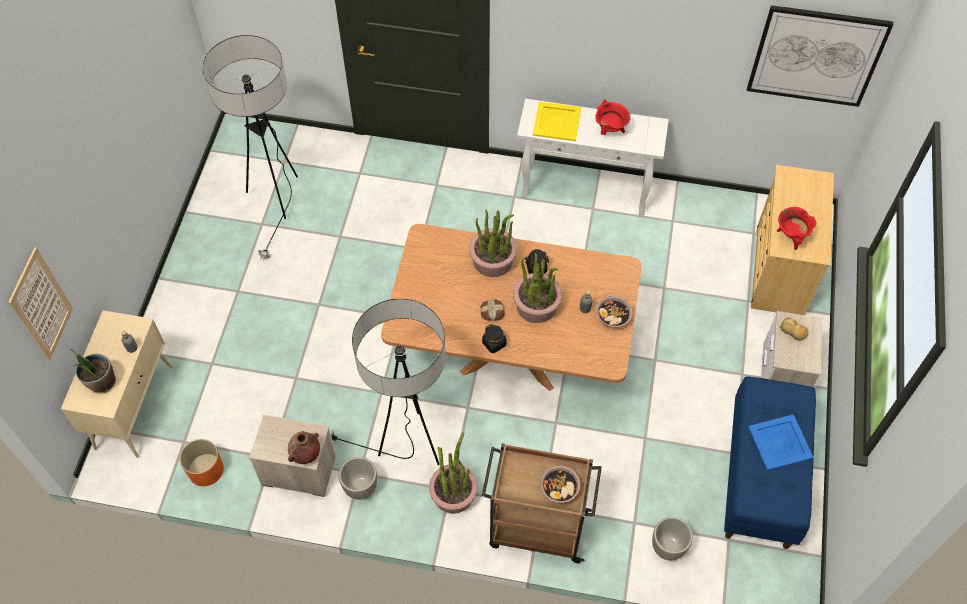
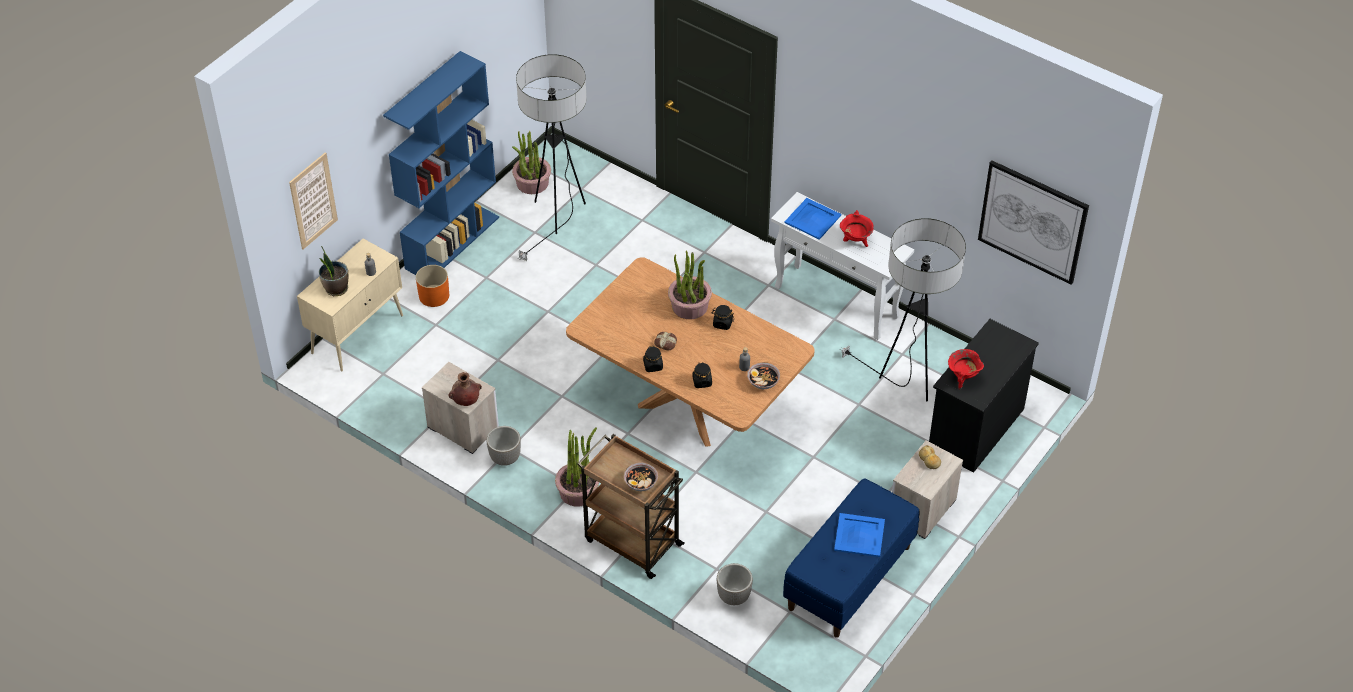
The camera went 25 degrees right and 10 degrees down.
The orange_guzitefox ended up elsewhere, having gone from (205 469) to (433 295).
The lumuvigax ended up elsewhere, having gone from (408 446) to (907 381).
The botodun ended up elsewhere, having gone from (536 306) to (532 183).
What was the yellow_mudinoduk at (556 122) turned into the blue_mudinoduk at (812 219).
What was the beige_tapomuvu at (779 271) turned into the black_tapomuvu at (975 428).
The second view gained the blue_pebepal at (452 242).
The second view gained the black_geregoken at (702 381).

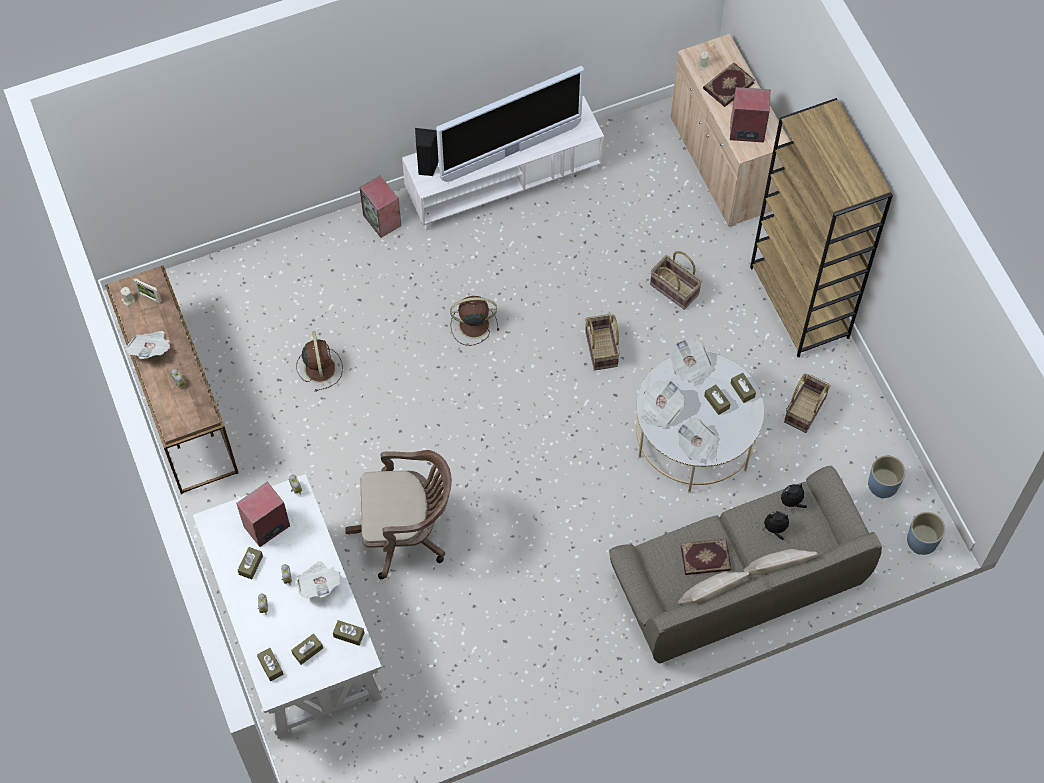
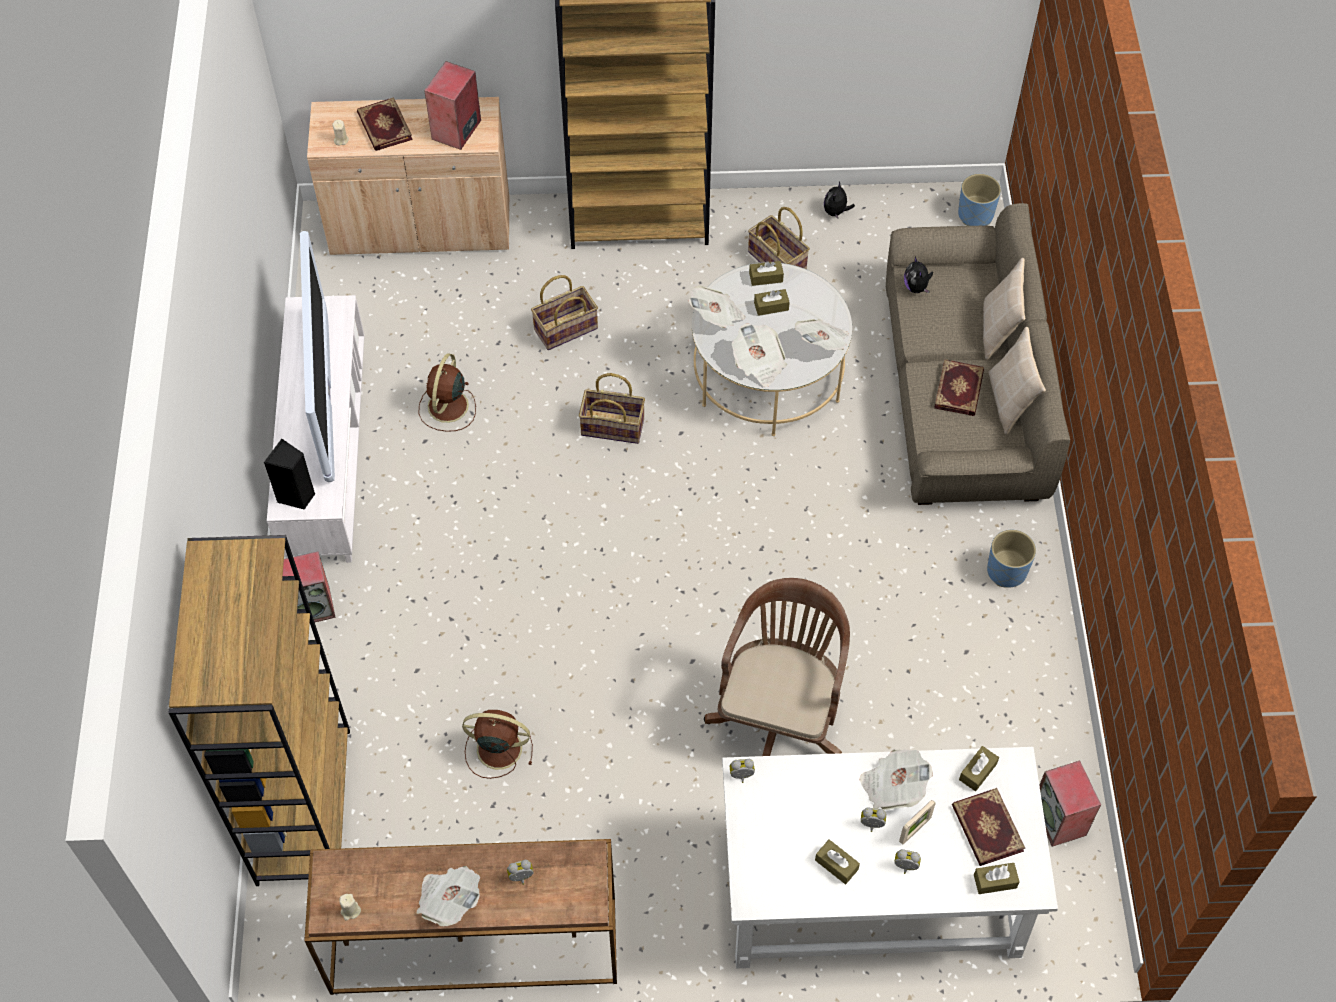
The camera went 70 degrees left and 5 degrees down.
The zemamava ended up elsewhere, having gone from (149 297) to (914 830).
The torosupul ended up elsewhere, having gone from (266 527) to (1060 819).
Where the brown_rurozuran stood at (307 651), the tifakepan came to stand at (986 828).
The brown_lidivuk ended up elsewhere, having gone from (472 325) to (447 407).
The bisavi ended up elsewhere, having gone from (775 529) to (836 212).
The blue_guzitefox ended up elsewhere, having gone from (882 485) to (1007 571).
The second view gained the brown_pebepal at (303 805).

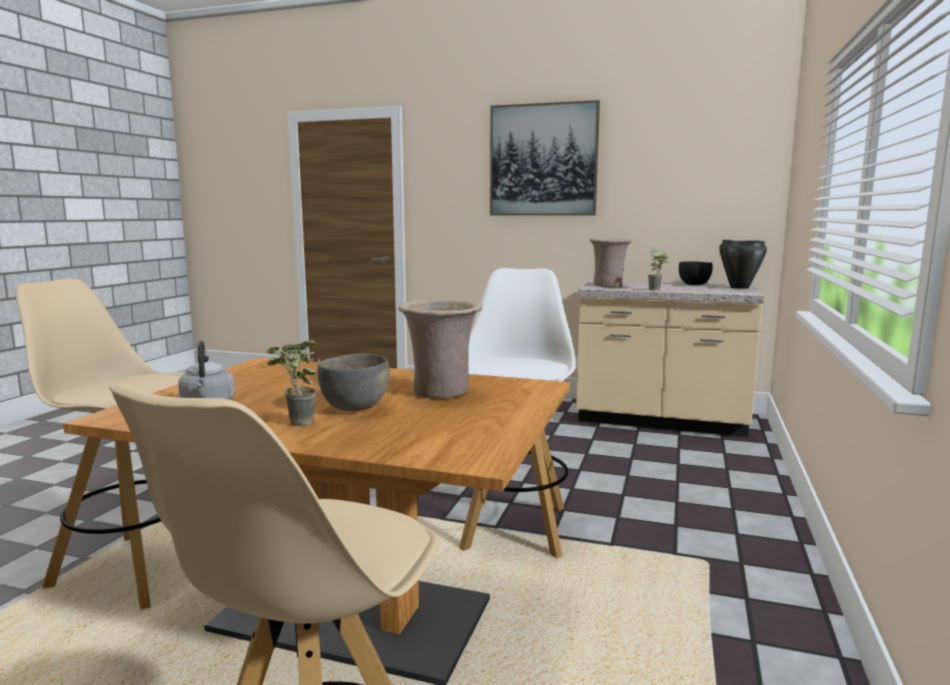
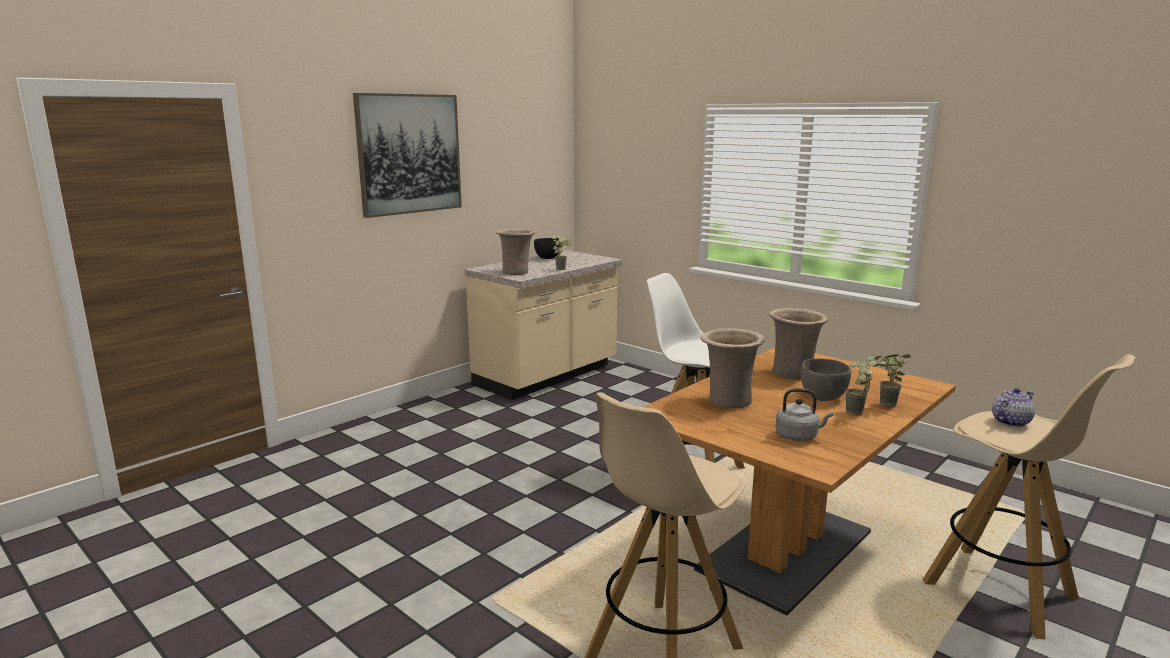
The camera went 65 degrees left and 5 degrees up.
The second view lost the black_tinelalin at (739 287).
The second view gained the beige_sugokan at (728 401).
The second view gained the botodun at (884 406).
The second view gained the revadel at (1010 422).

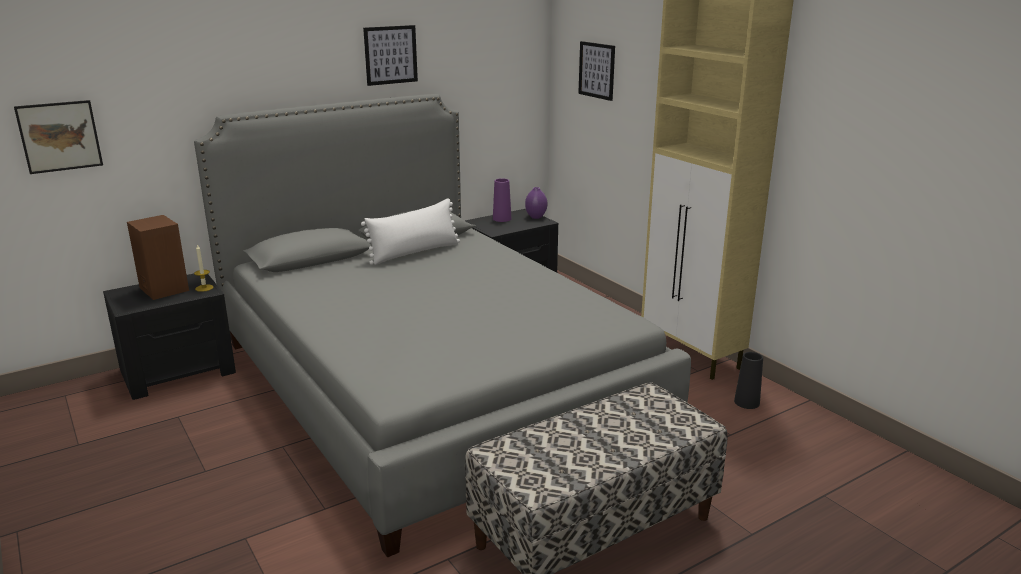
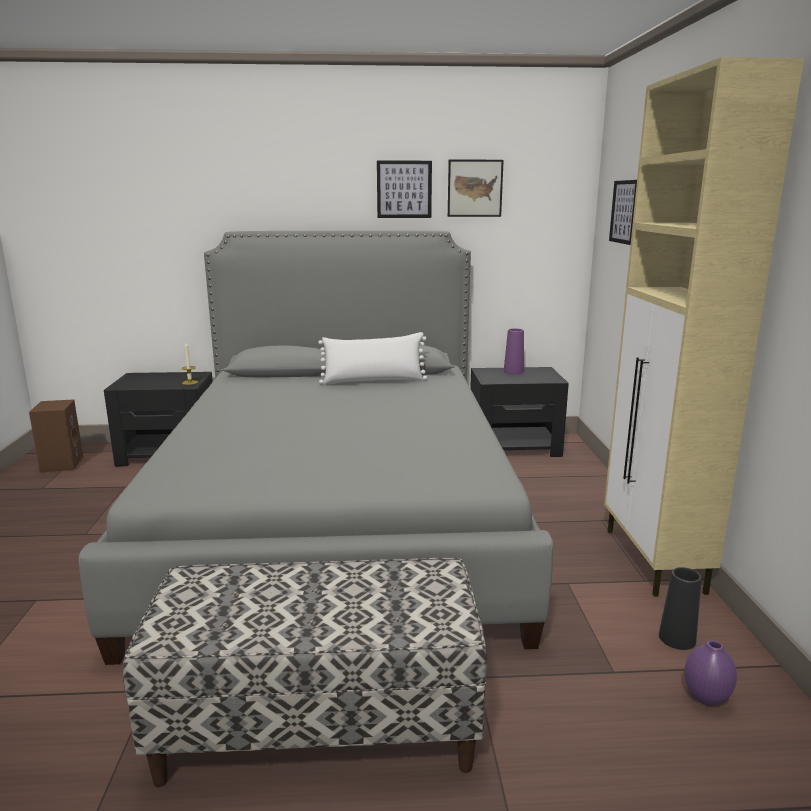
The camera went 30 degrees right and 5 degrees down.
The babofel ended up elsewhere, having gone from (59 136) to (475 188).
The brown_torosupul ended up elsewhere, having gone from (162 289) to (61 464).
The purple_sugokan ended up elsewhere, having gone from (536 217) to (706 698).

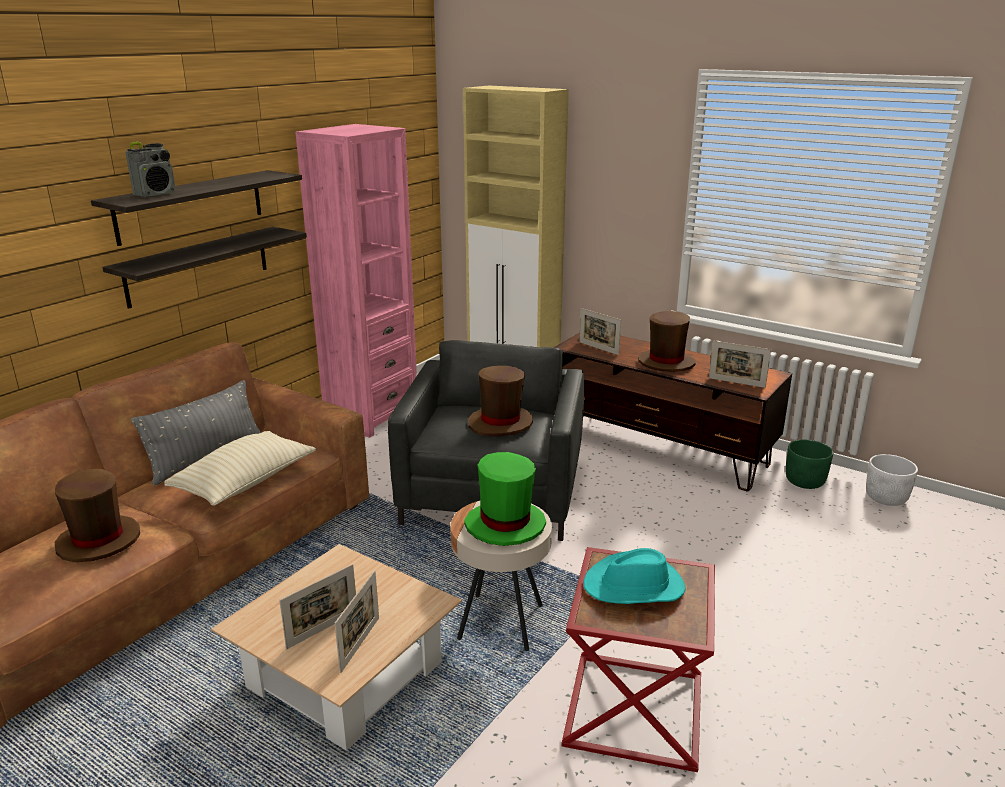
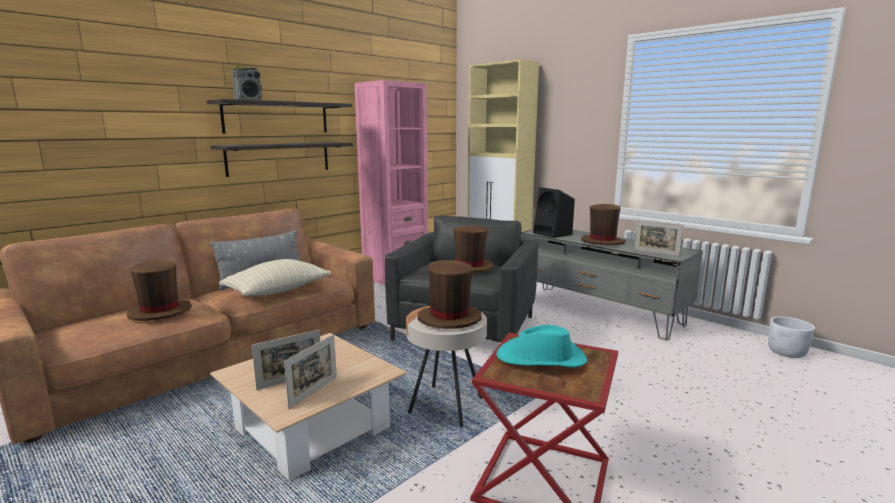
The camera went 10 degrees right and 10 degrees down.
What was the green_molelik at (505 525) turned into the brown_molelik at (449 319).
What was the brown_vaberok at (659 449) turned into the grey_vaberok at (598 311).
Where the zemamava stood at (598 348), the black_torosupul came to stand at (553 234).
The second view lost the green_guzitefox at (804 482).

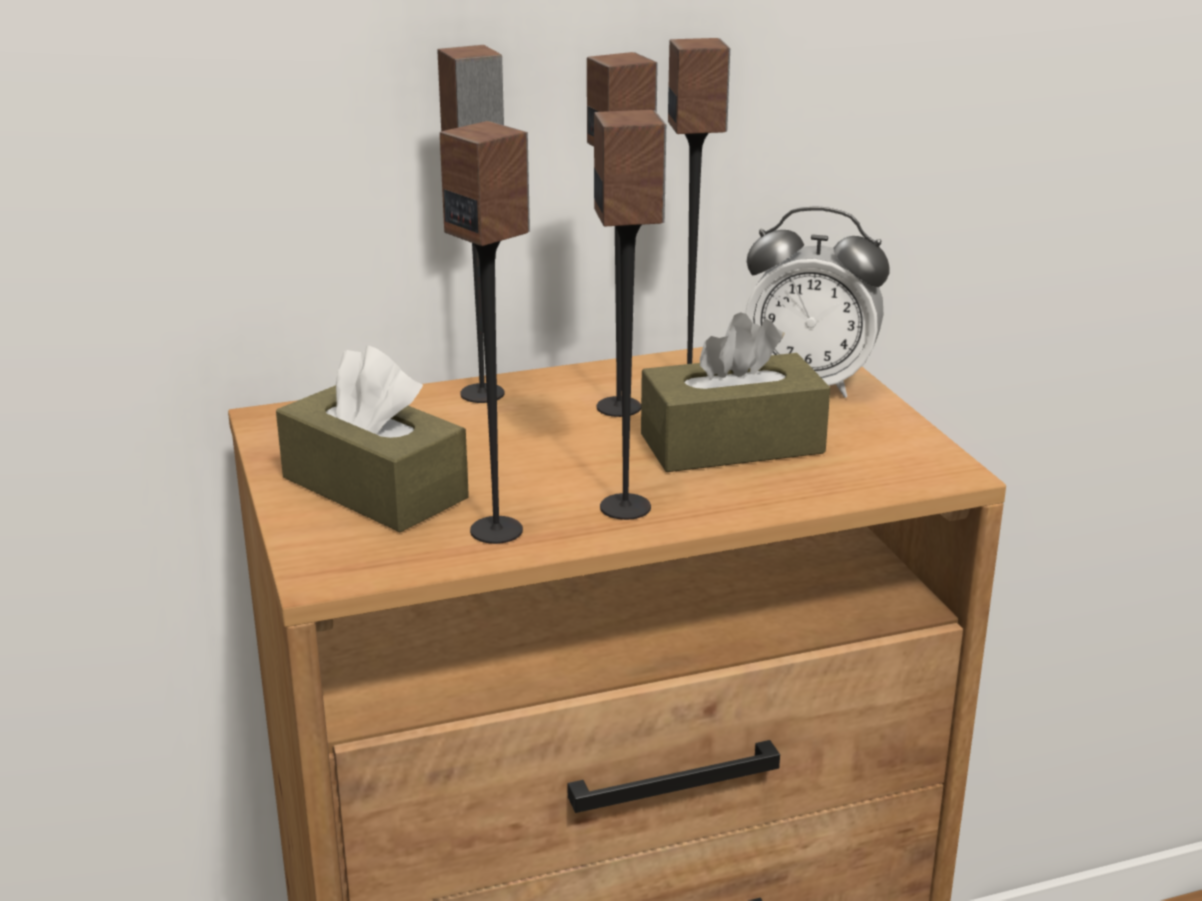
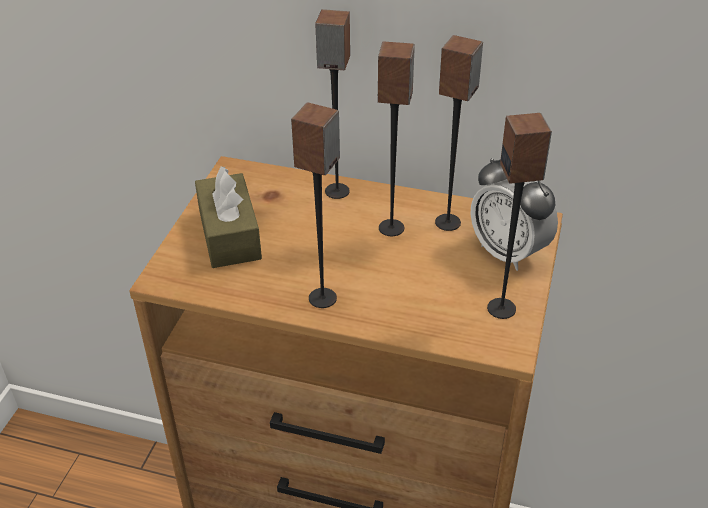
The camera went 35 degrees right and 15 degrees up.
The torosupul ended up elsewhere, having gone from (497 530) to (502 308).
The second view lost the brown_rurozuran at (732 444).

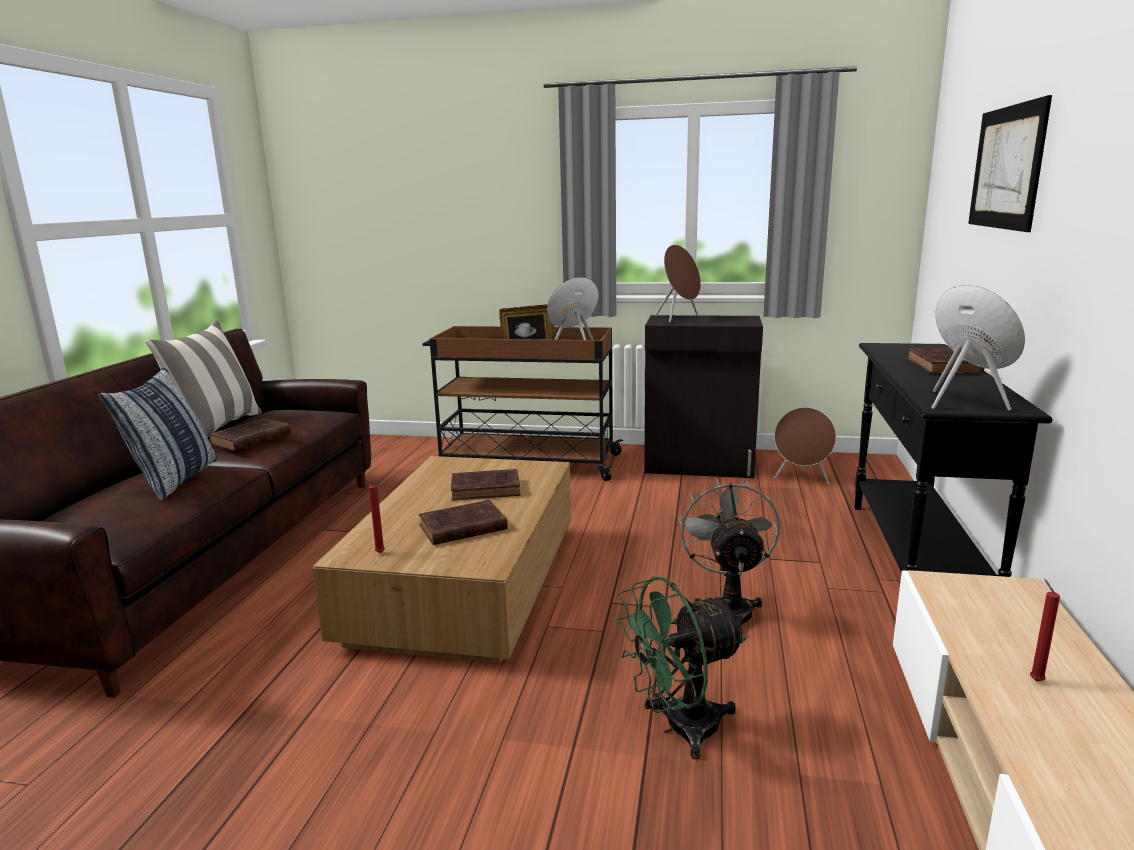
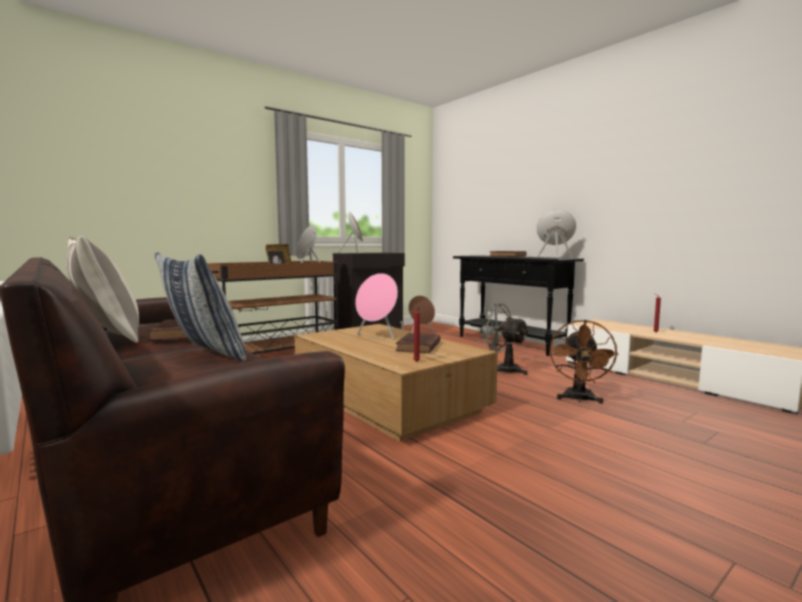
The camera went 50 degrees left and 10 degrees down.
Where the brown_tifakepan stood at (488 489), the pink_torosupul came to stand at (378 336).
What was the green_lidivuk at (679 728) turned into the brown_lidivuk at (579 399).
The second view lost the babofel at (1006 167).

